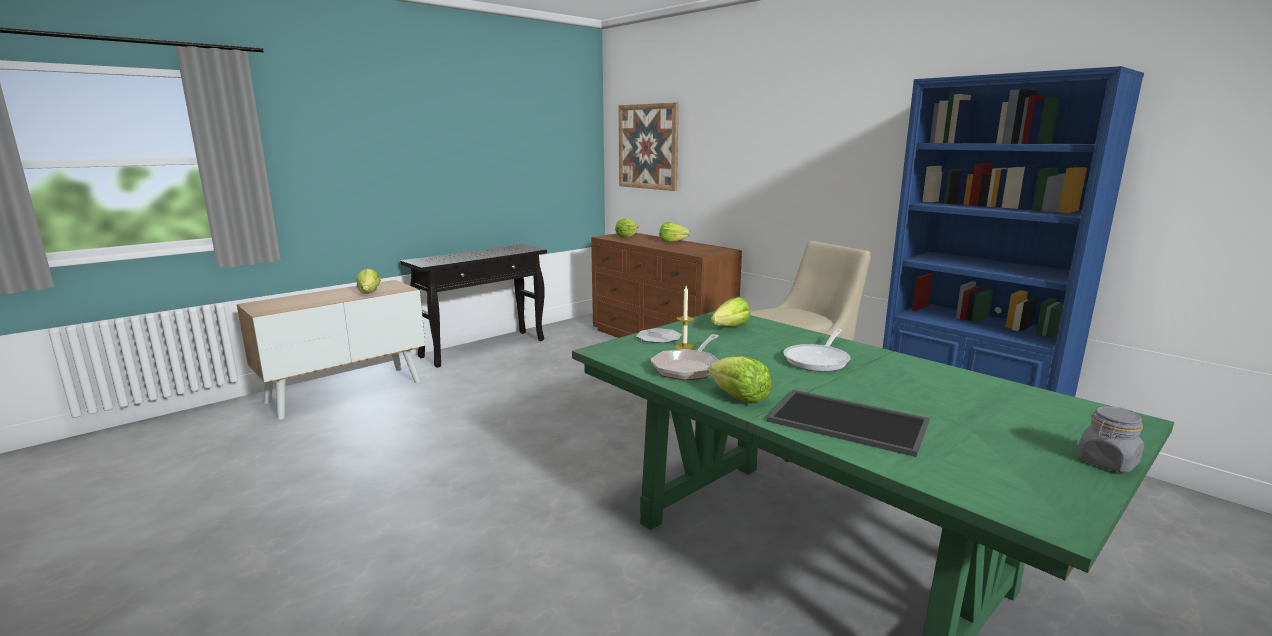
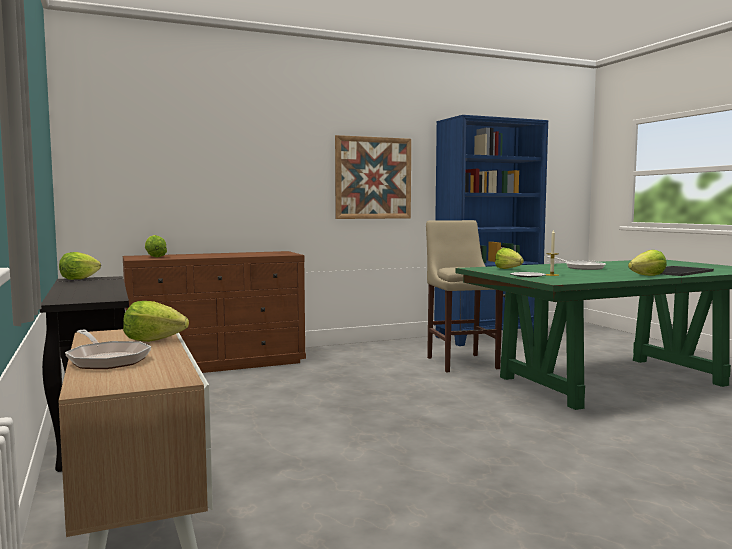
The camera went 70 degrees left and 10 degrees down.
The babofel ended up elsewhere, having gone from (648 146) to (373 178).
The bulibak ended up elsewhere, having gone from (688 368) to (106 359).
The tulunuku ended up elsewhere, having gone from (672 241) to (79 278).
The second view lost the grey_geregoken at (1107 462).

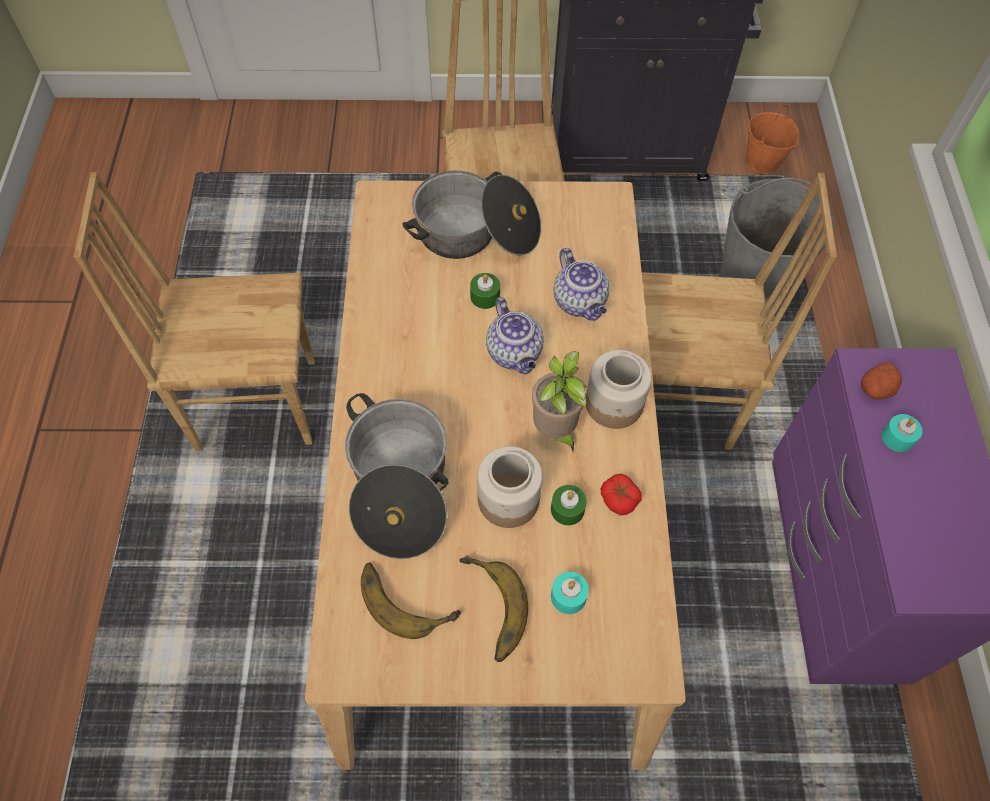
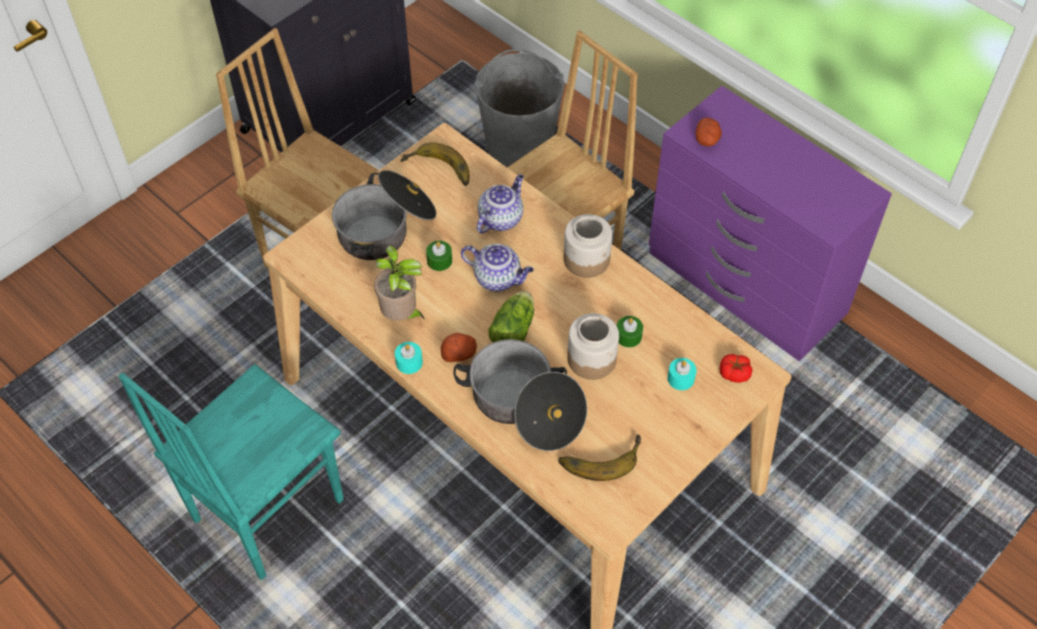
The camera went 45 degrees left and 5 degrees down.
What was the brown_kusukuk at (256 402) turned into the turquoise_kusukuk at (266 510).
The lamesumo ended up elsewhere, having gone from (487 610) to (437 172).
The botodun ended up elsewhere, having gone from (555 431) to (402 316).
The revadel at (580 302) ended up facing another way, 75 degrees counterclockwise from before.
The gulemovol ended up elsewhere, having gone from (619 499) to (734 373).
The second view lost the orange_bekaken at (763 162).
The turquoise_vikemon ended up elsewhere, having gone from (897 438) to (409 362).
The second view gained the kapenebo at (459 353).
The second view gained the tulunuku at (514 328).

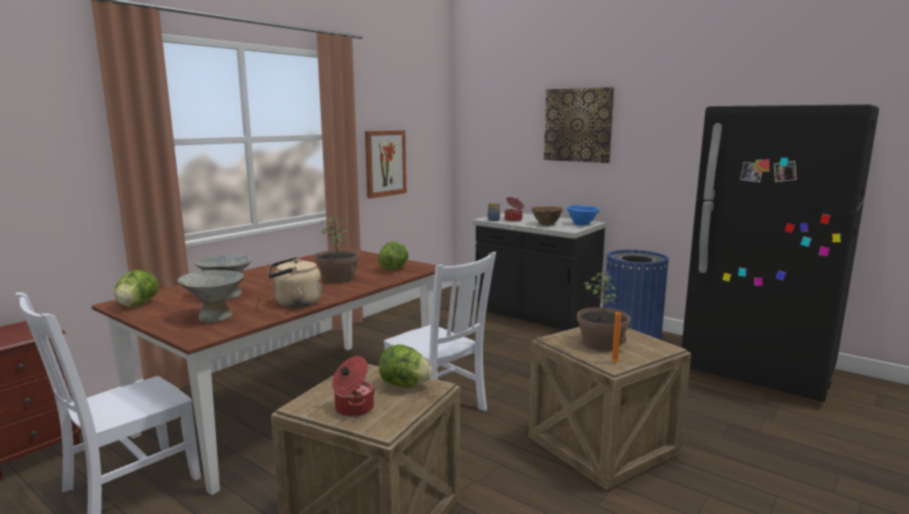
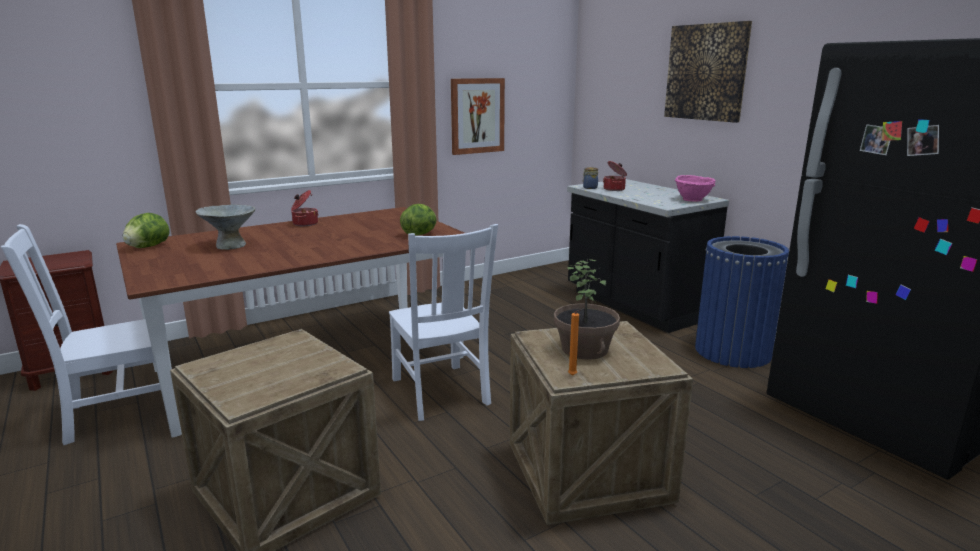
The camera went 20 degrees right and 5 degrees up.
The second view lost the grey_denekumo at (215 316).
The second view lost the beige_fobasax at (295 303).
The second view lost the botodun at (339 278).
The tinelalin ended up elsewhere, having gone from (353 408) to (304 224).
The second view lost the tulunuku at (404 385).
The second view lost the brown_denekumo at (546 224).
What was the blue_denekumo at (582 224) turned into the pink_denekumo at (693 200).

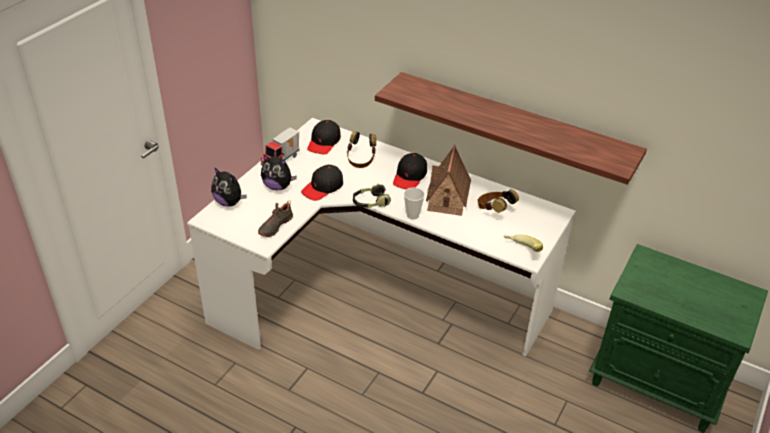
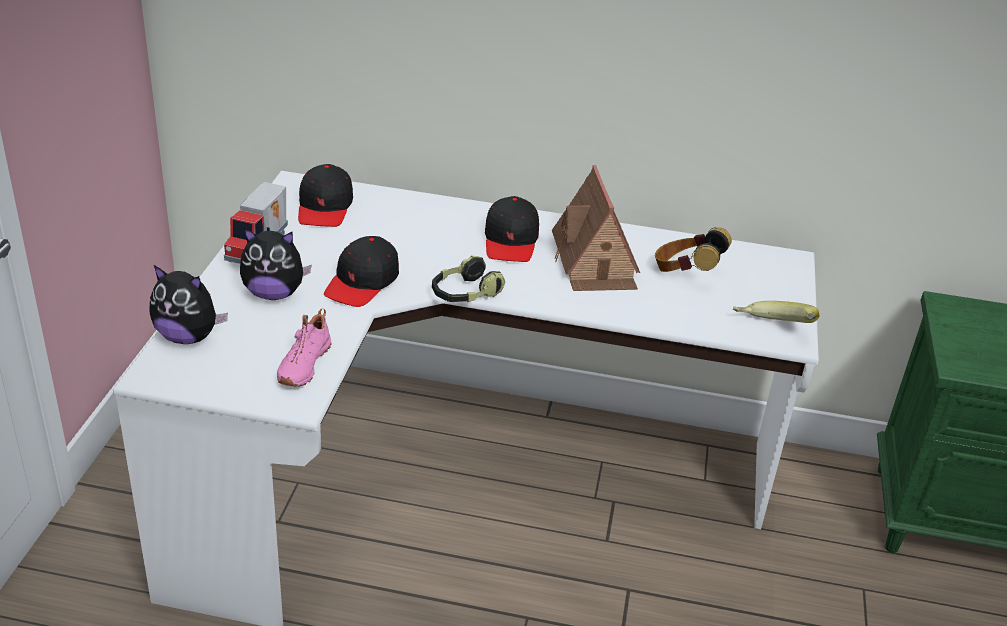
The camera went 20 degrees left and 5 degrees down.
What was the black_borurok at (275 226) turned into the pink_borurok at (302 364).
The second view lost the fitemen at (361 160).
The second view lost the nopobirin at (514 126).
The second view lost the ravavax at (412 215).

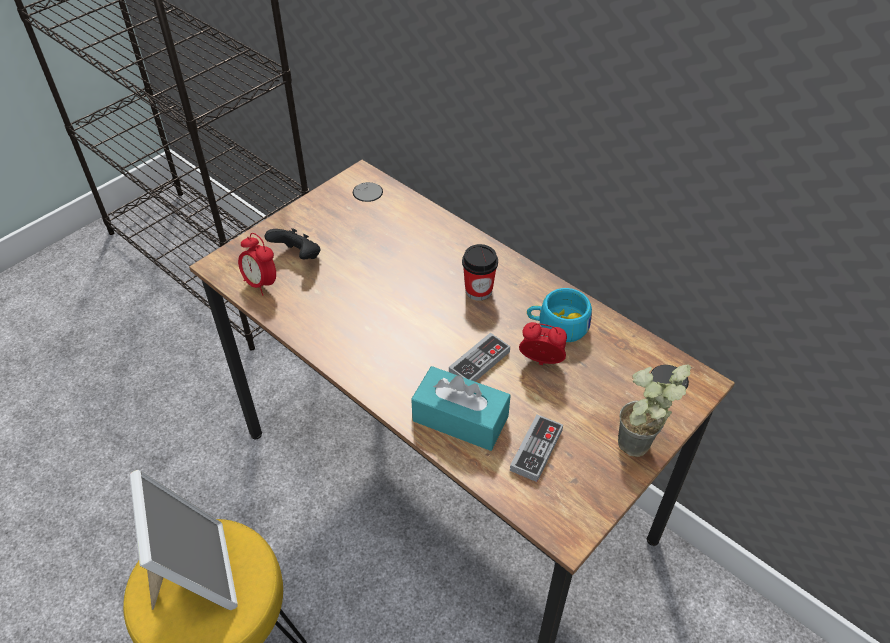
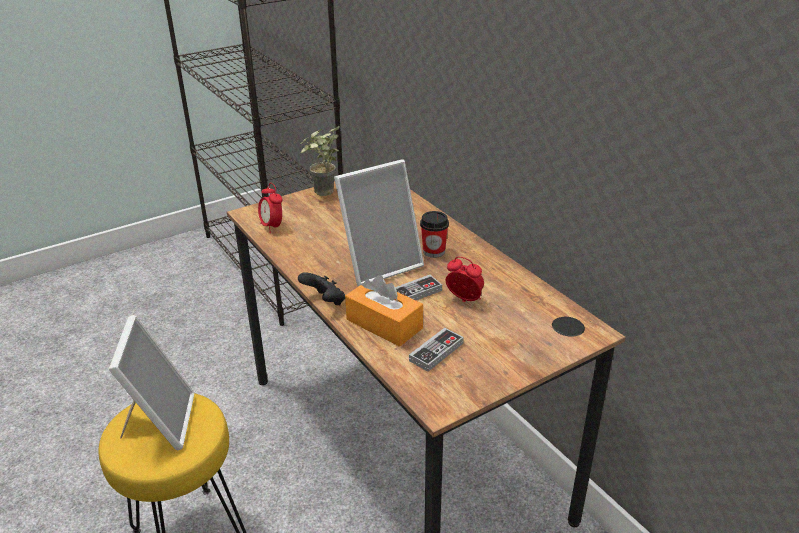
The camera went 15 degrees right and 15 degrees down.
The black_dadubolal ended up elsewhere, having gone from (298 256) to (325 302).
What was the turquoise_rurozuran at (460 419) turned into the orange_rurozuran at (384 324).
The second view lost the turquoise_ravavax at (557 325).
The botodun ended up elsewhere, having gone from (635 453) to (322 195).
The second view gained the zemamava at (380 264).

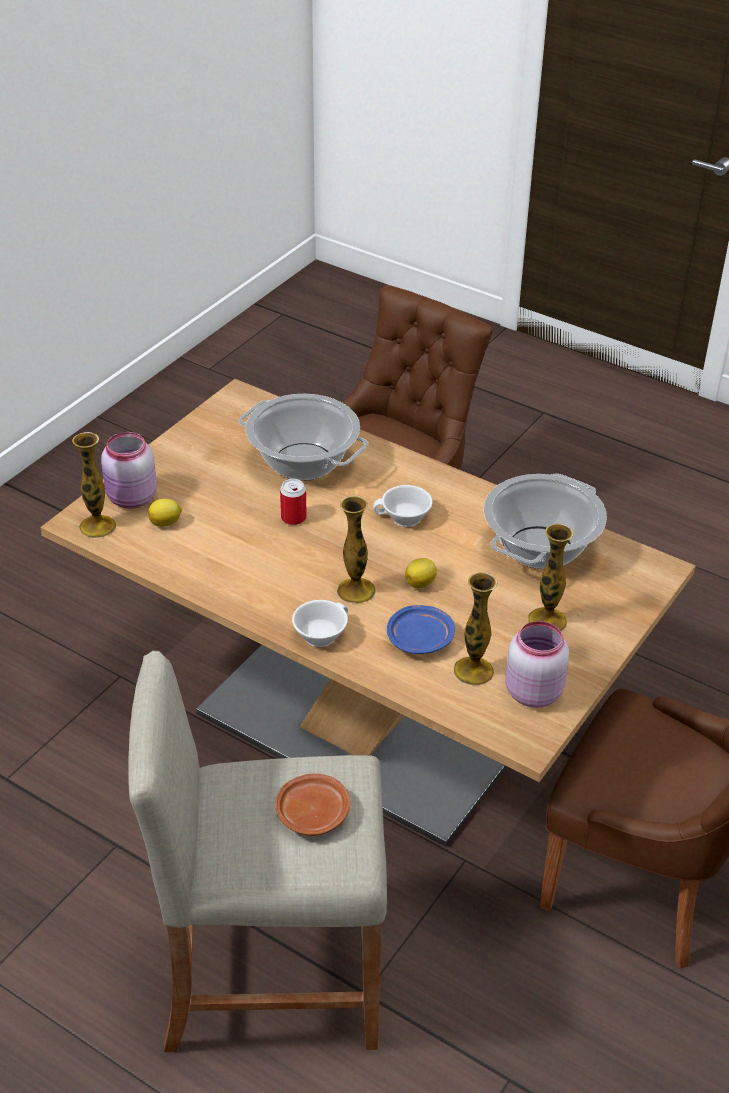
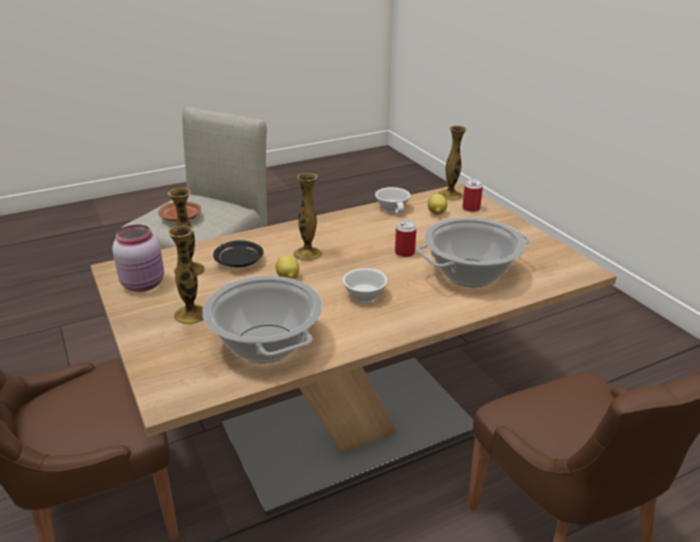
The camera went 120 degrees right and 10 degrees down.
Where the pink_geregoken stood at (131 499), the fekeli came to stand at (471 208).
The white_ravavax ended up elsewhere, having gone from (319 633) to (393 208).
What was the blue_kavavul at (420 638) turned into the black_kavavul at (239 262).

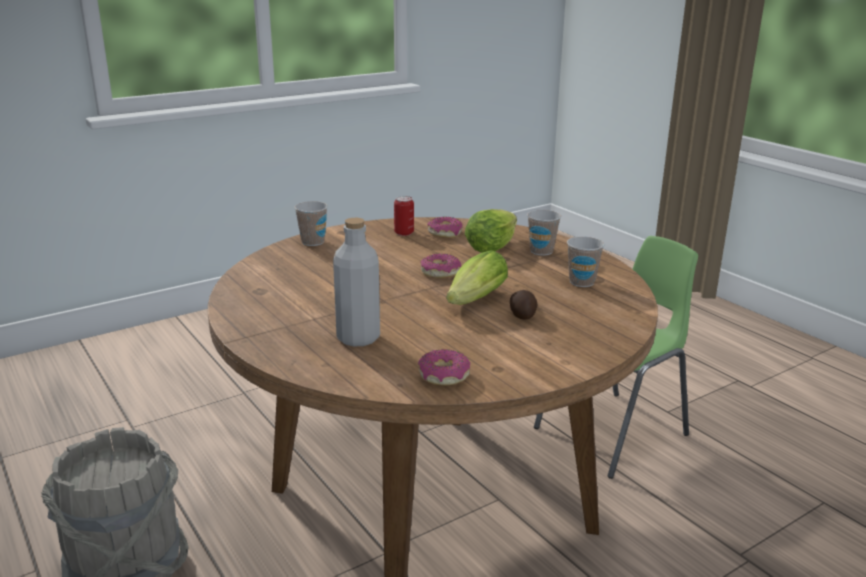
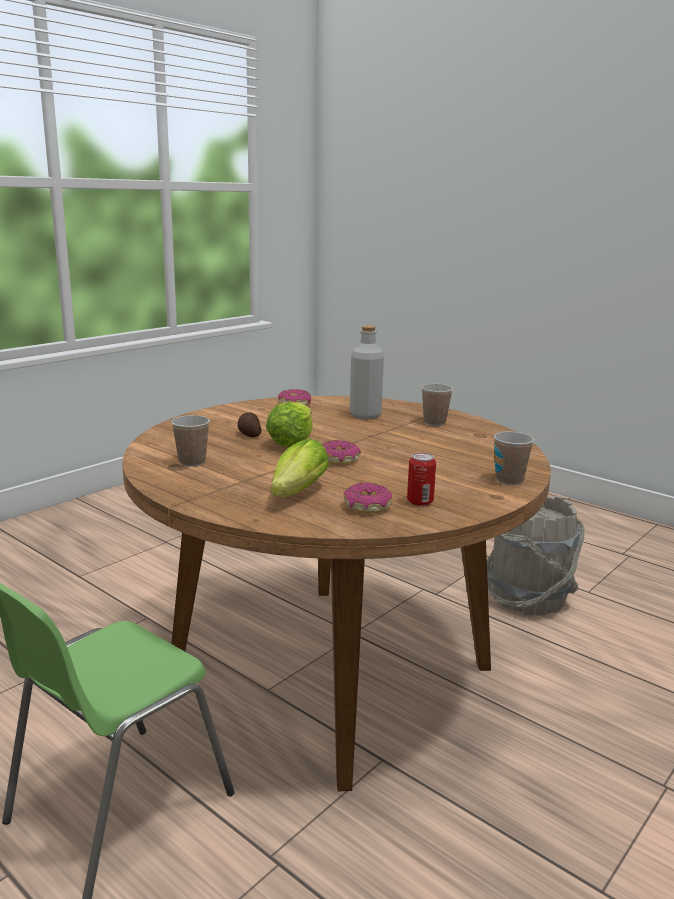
The camera went 165 degrees right and 5 degrees down.
The ravavax ended up elsewhere, having gone from (541 251) to (434 423).

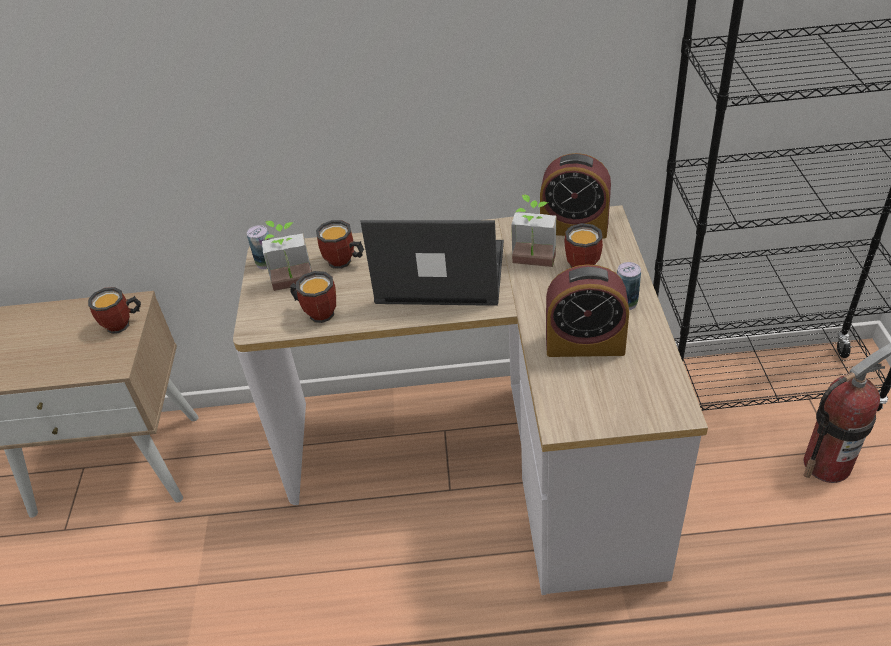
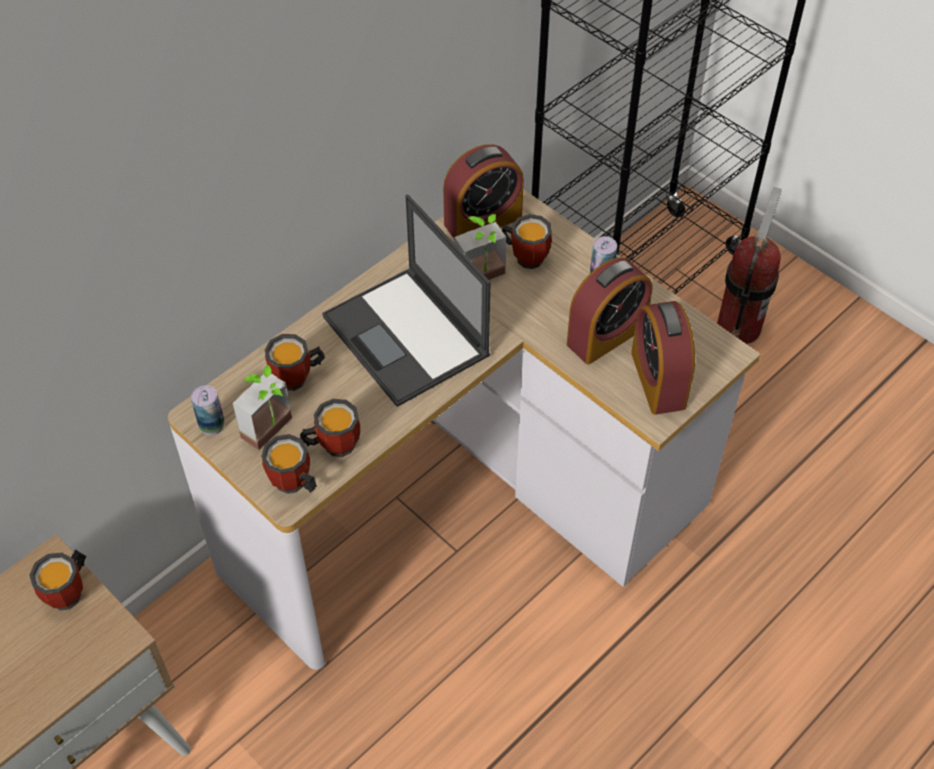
The camera went 45 degrees left and 10 degrees up.
The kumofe at (439 273) ended up facing another way, 90 degrees counterclockwise from before.
The second view gained the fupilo at (292 485).
The second view gained the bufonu at (658 379).

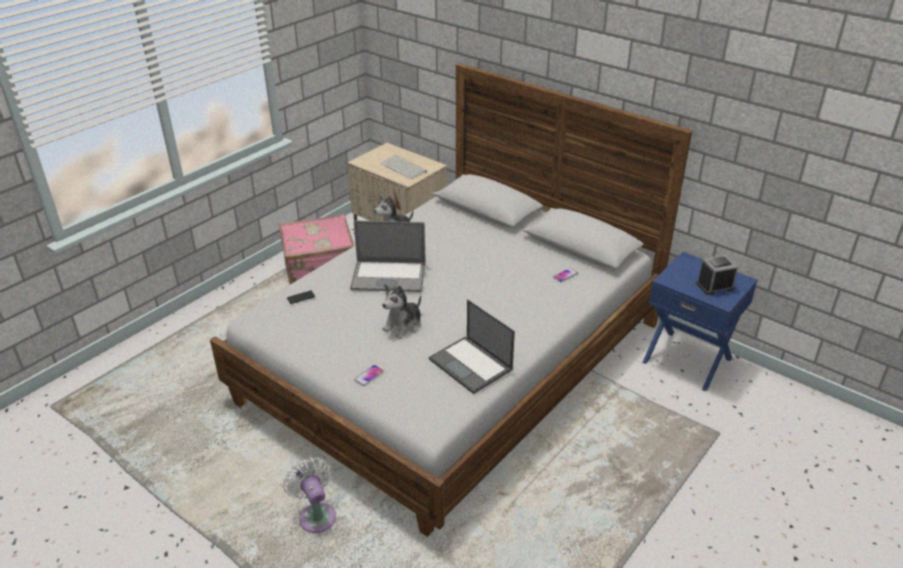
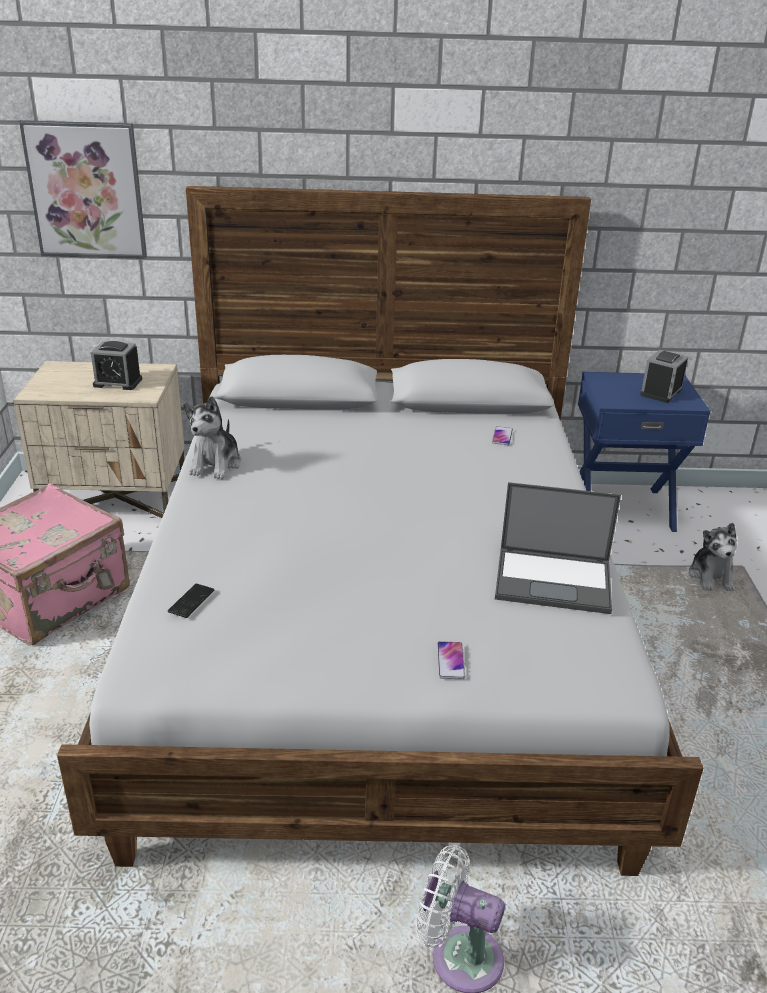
The camera went 40 degrees left and 5 degrees down.
The second view lost the kumofe at (388 276).
Where the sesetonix stood at (404 167), the bufonu came to stand at (117 382).
The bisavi ended up elsewhere, having gone from (403 325) to (711 577).
The second view gained the babofel at (86 190).

